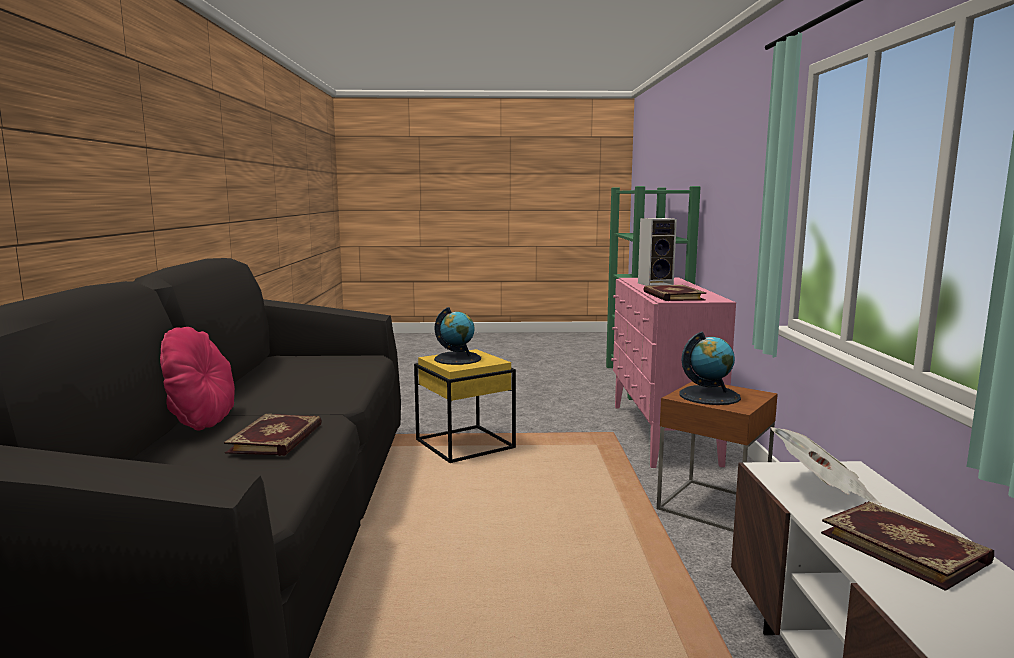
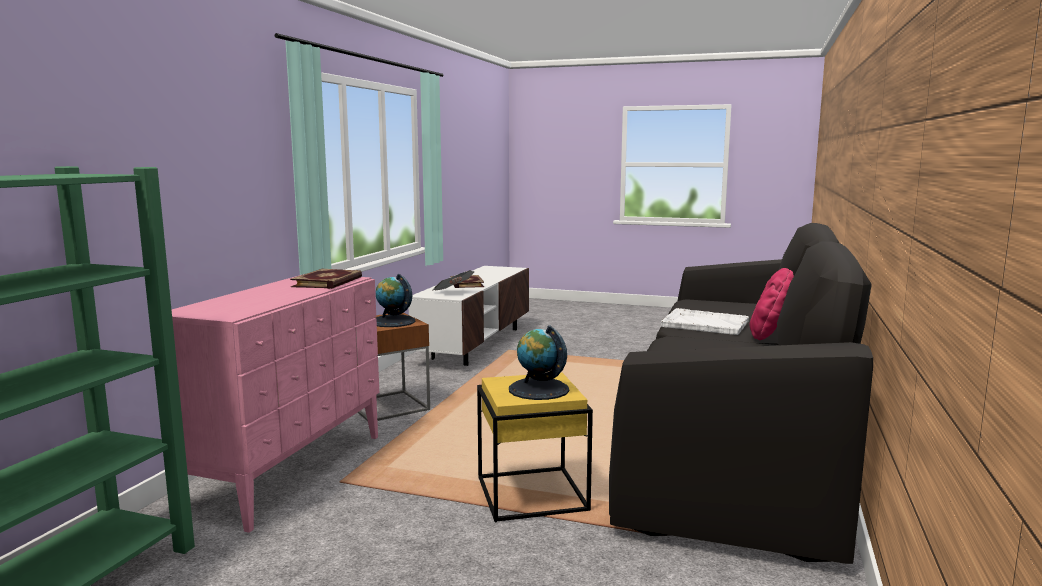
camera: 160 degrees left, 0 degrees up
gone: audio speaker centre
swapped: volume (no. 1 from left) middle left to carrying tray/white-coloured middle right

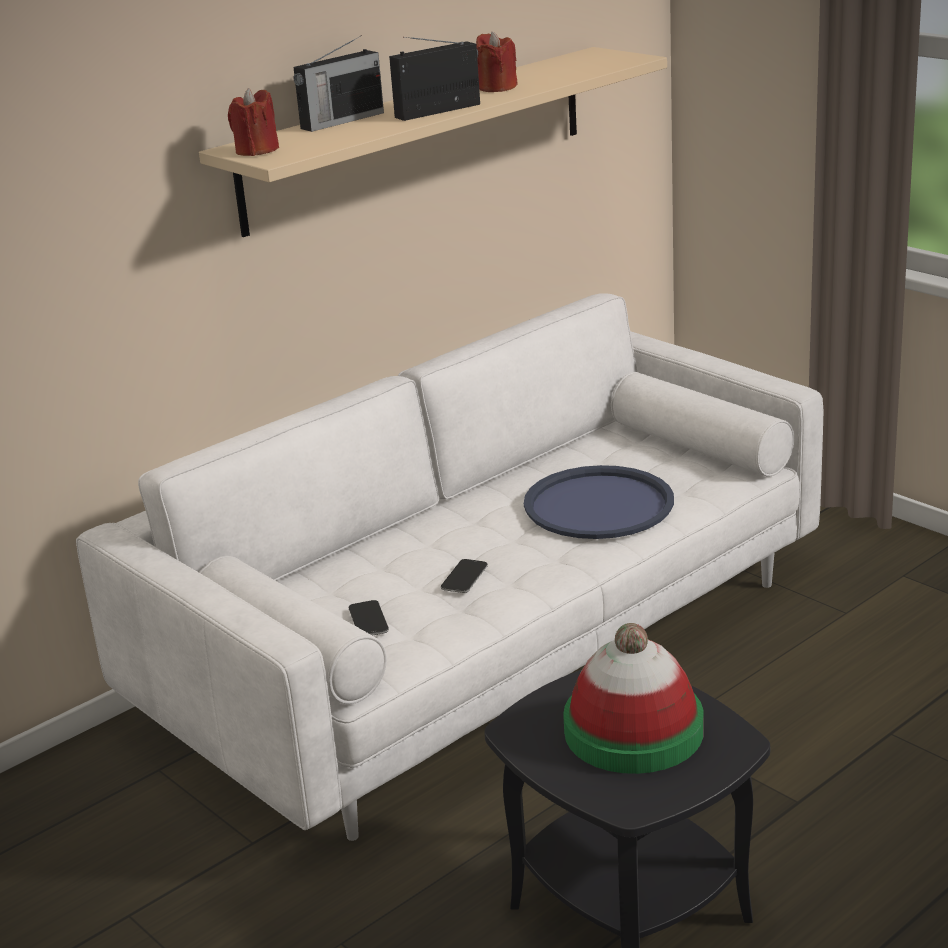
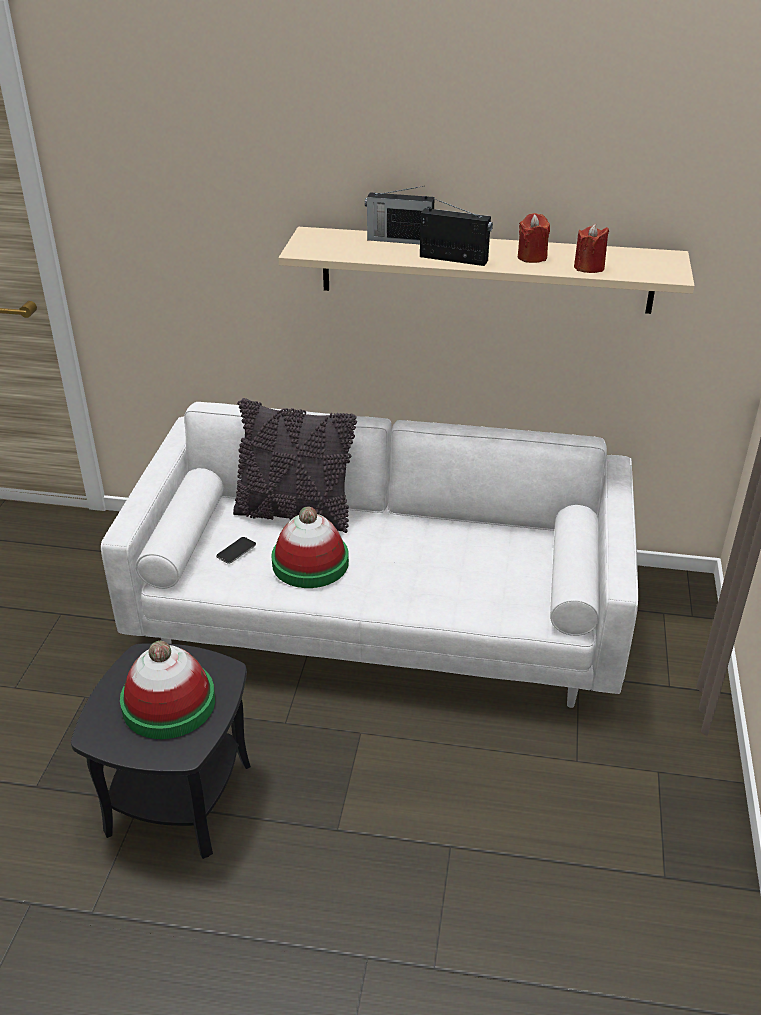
camera: 50 degrees right, 10 degrees up
gone: carrying tray/blue-coloured centre
new: pillow/black-coloured centre
shifted: wax light/reddish (no. 1 from left in the first image) top left to wax light/reddish (no. 2 from left) top right
swapped: phone (no. 2 from left) centre to clothing hat (no. 2 from left) centre

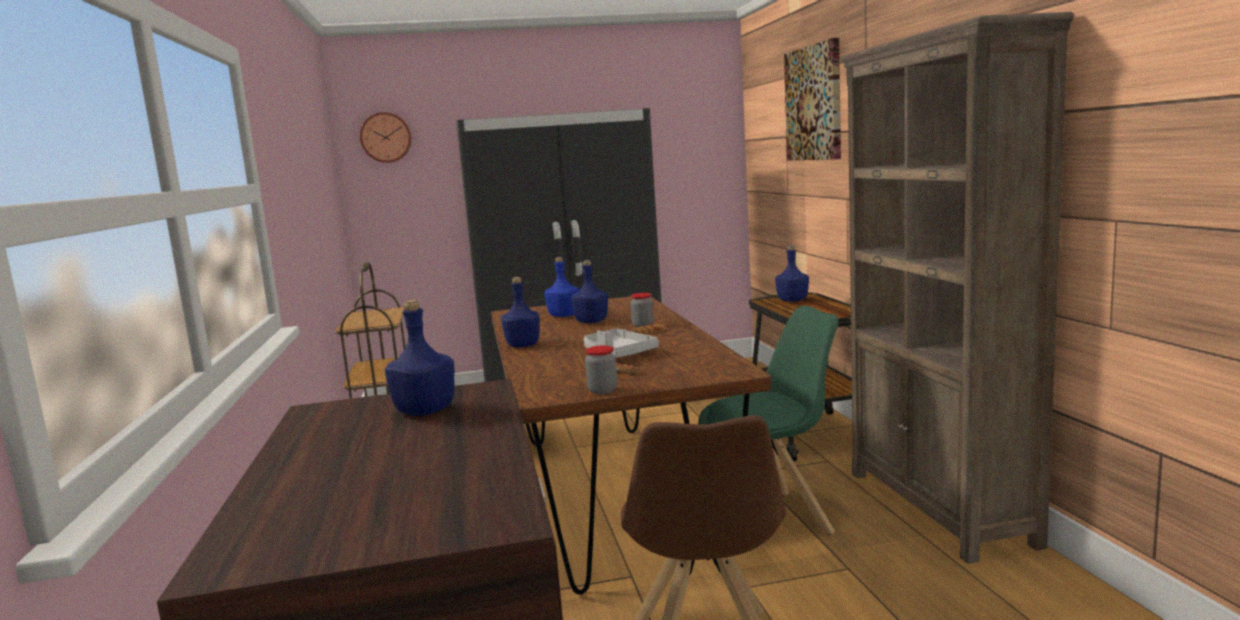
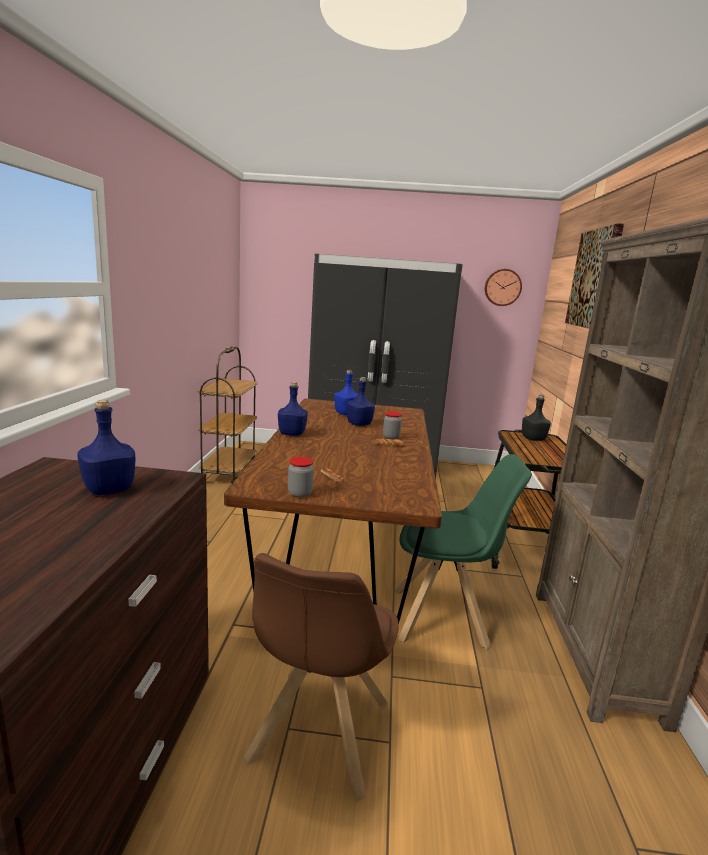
camera: 15 degrees right, 5 degrees up
gone: carrying tray/gray centre
shifted: hanging clock top left to middle right
repainted: beverage bottle/blue-coloured (no. 5 from left) centre to beverage bottle/black-coloured middle right

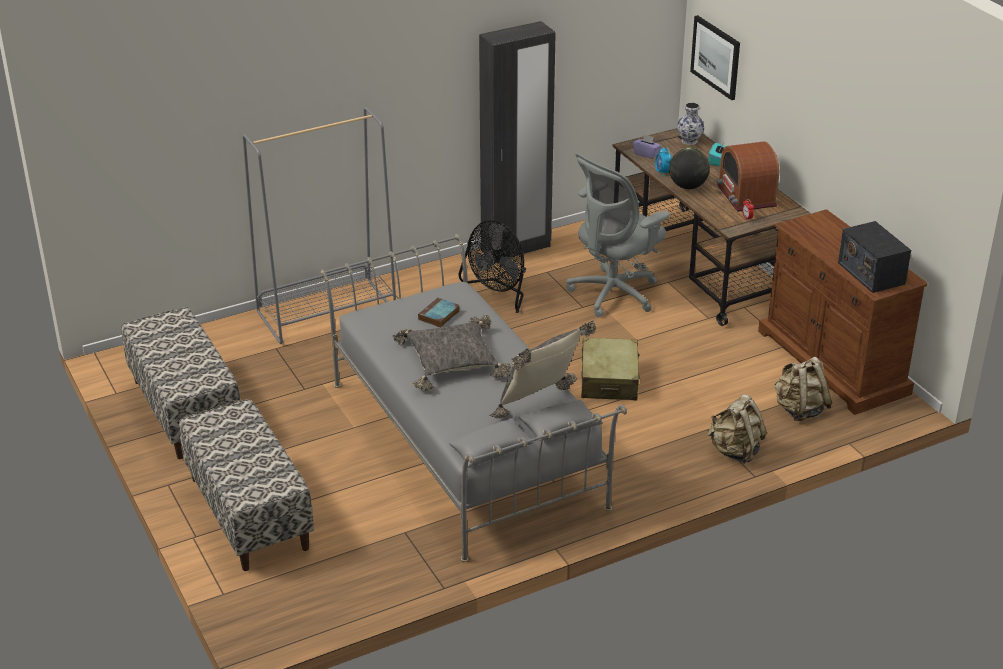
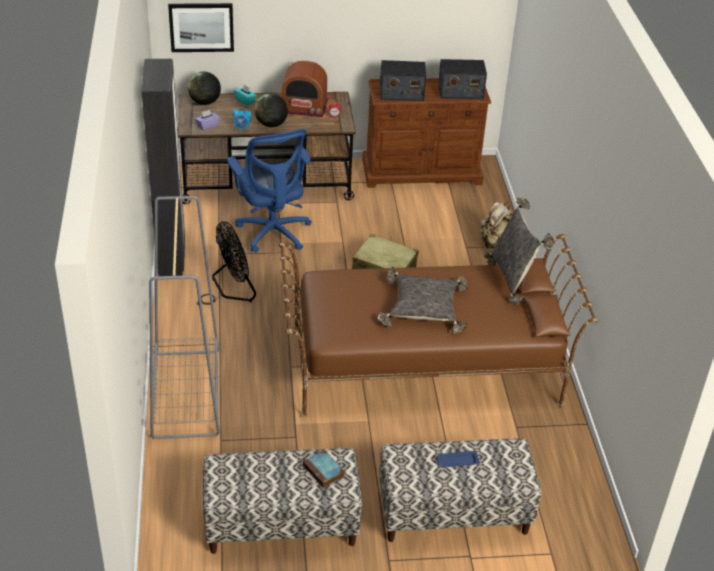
camera: 70 degrees left, 5 degrees up
gone: knapsack/beige-coloured (no. 2 from left) middle right
new: radio receiver (no. 2 from left) top centre; carrying tray/blue-coloured bottom centre
shifted: volume centre to bottom centre
swapped: flower vase top right to world globe (no. 1 from left) top left
repainted: bed/gray centre to bed/brown centre; desk chair/gray centre to desk chair/blue-coloured top centre
rotated: cooling fan/black-coloured centre = middle left 90 degrees counterclockwise

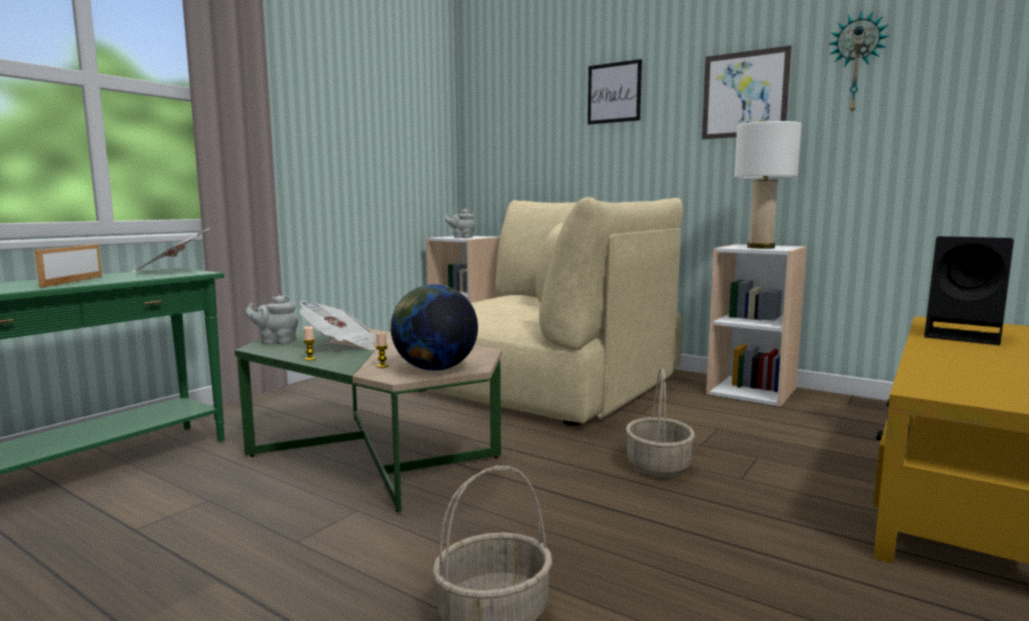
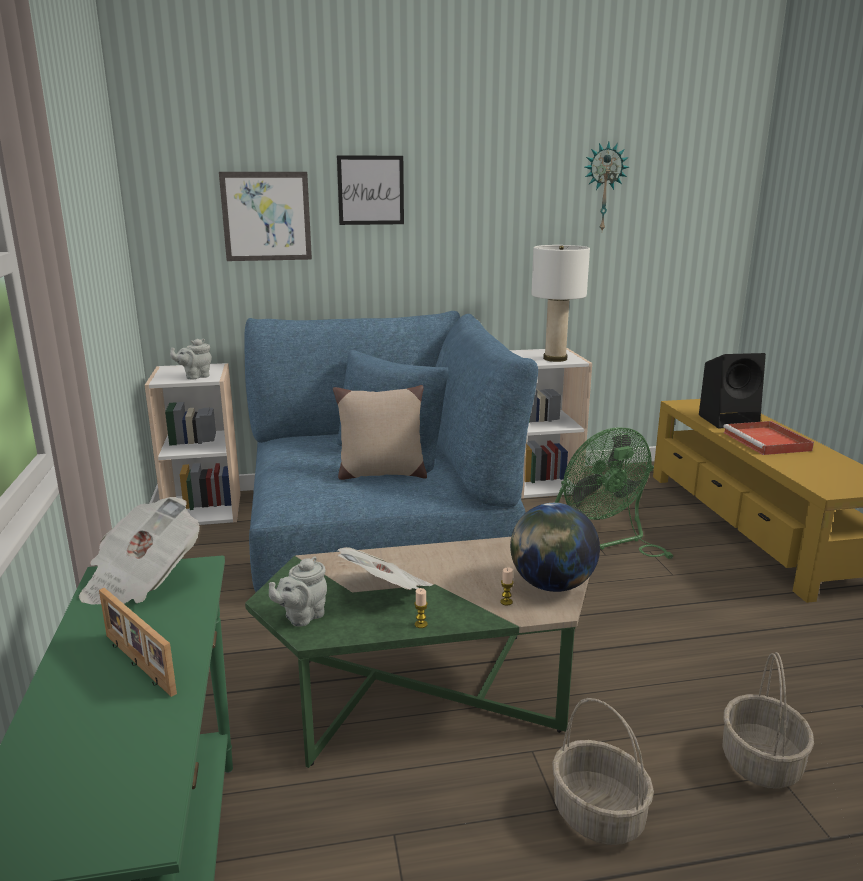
camera: 45 degrees left, 10 degrees up
new: pillow/beige-coloured centre; cooling fan/green-coloured middle right; carrying tray/reddish middle right
shifted: basket (no. 2 from left in the first image) bottom centre to basket (no. 1 from left) bottom right; wall art (no. 2 from left in the first image) top right to wall art (no. 1 from left) top left
repainted: settee/beige-coloured centre to settee/blue-coloured centre

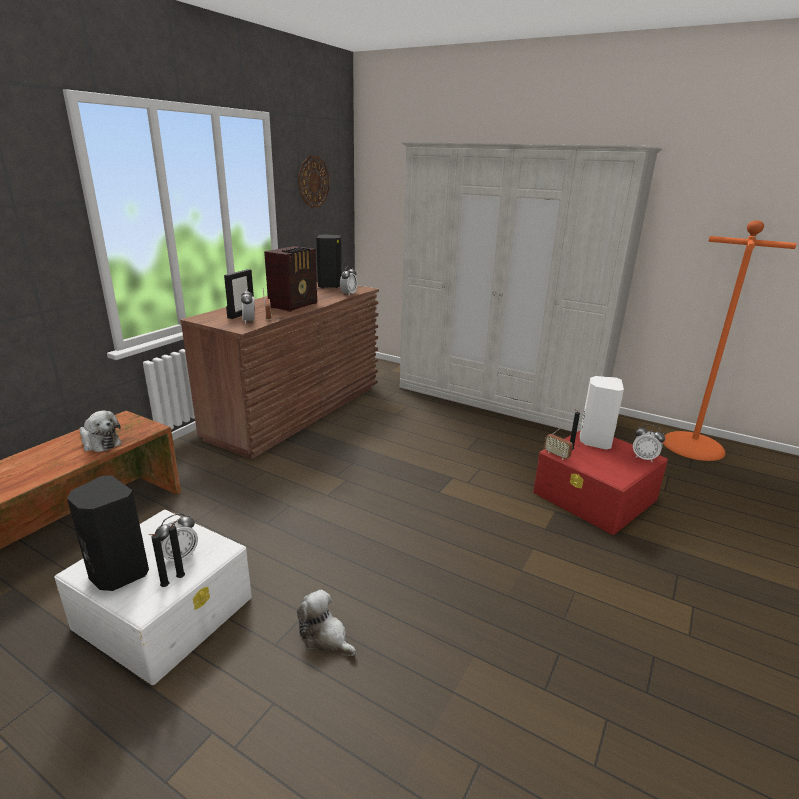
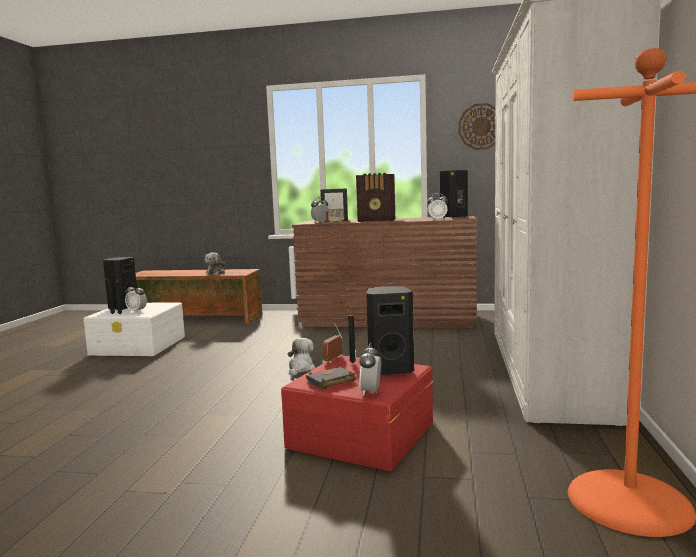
camera: 70 degrees right, 15 degrees down
new: volume/black-coloured bottom centre
shifted: plush toy (no. 2 from left) bottom centre to centre
repainted: audio speaker/white-coloured middle right to audio speaker/black-coloured (no. 2 from left) centre

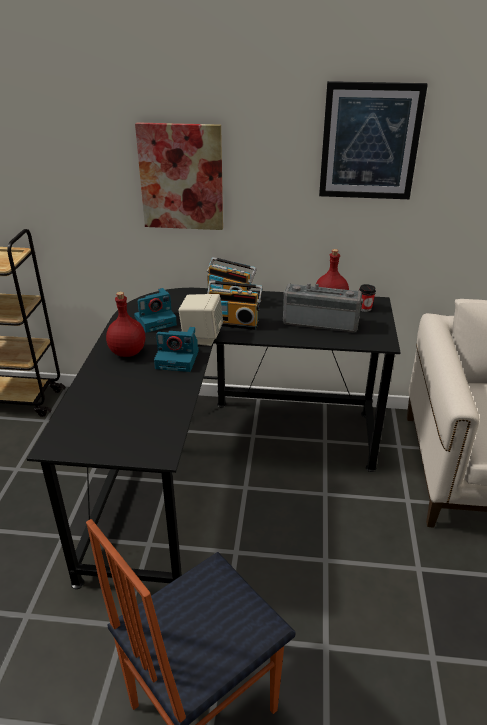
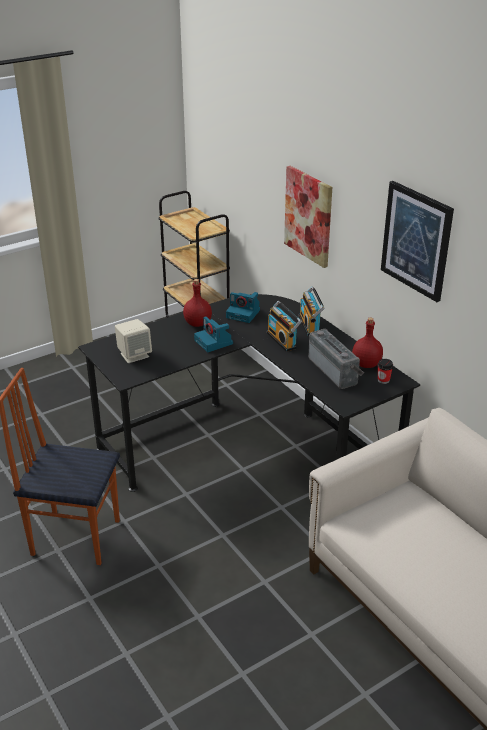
camera: 50 degrees right, 0 degrees up
shifted: audio speaker/beige-coloured centre to middle left

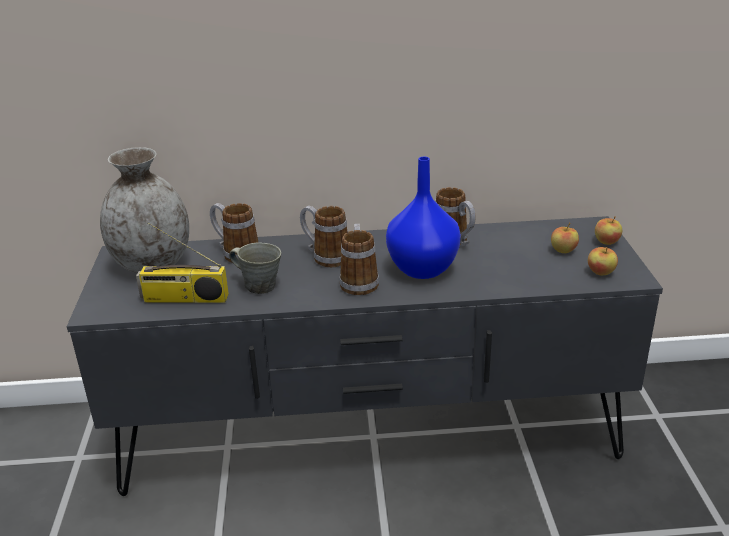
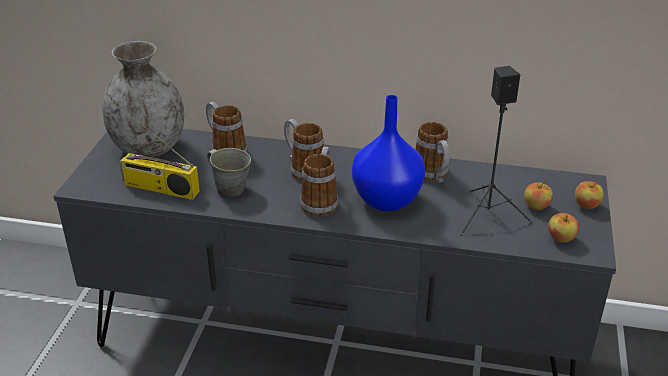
camera: 15 degrees right, 5 degrees up
new: audio speaker/black-coloured middle right

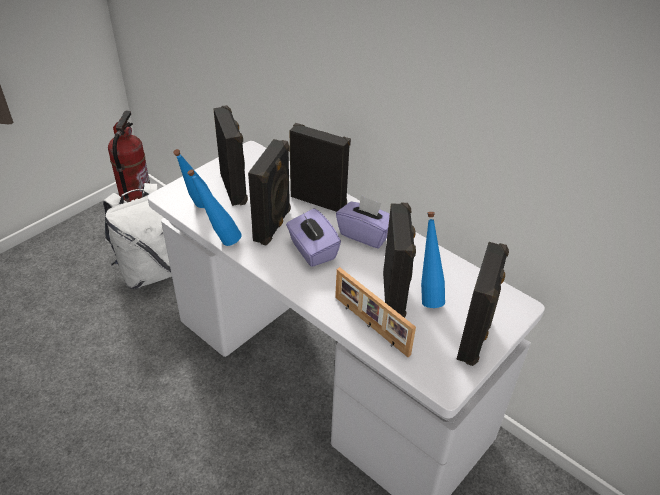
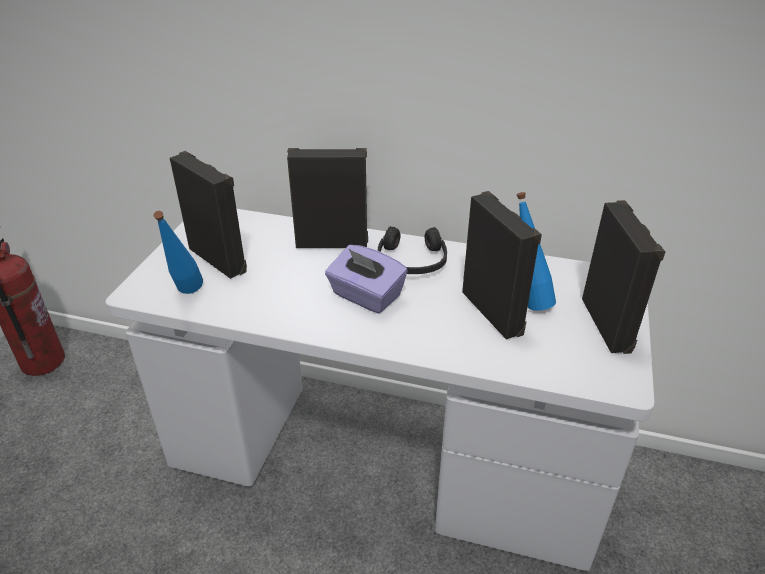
camera: 25 degrees left, 5 degrees down
gone: knapsack/white-coloured middle left; beverage bottle/blue-coloured (no. 2 from left) middle left; audio speaker/black-coloured (no. 2 from left) centre; picture frame centre
swapped: tissue holder/purple (no. 2 from left) centre to headset/black-coloured centre

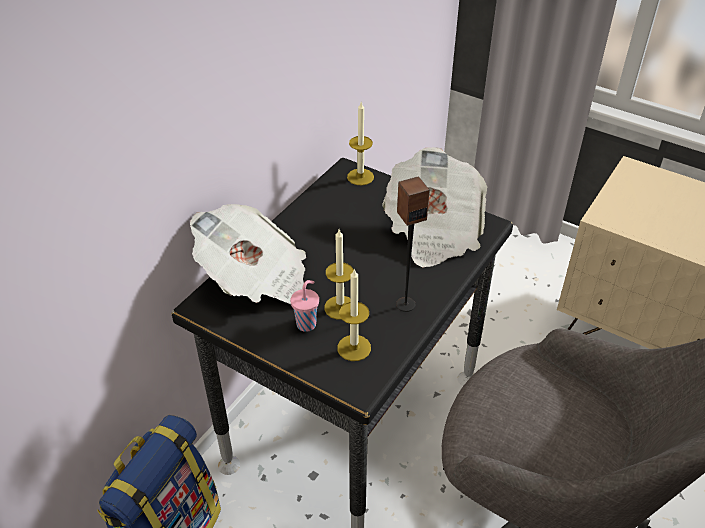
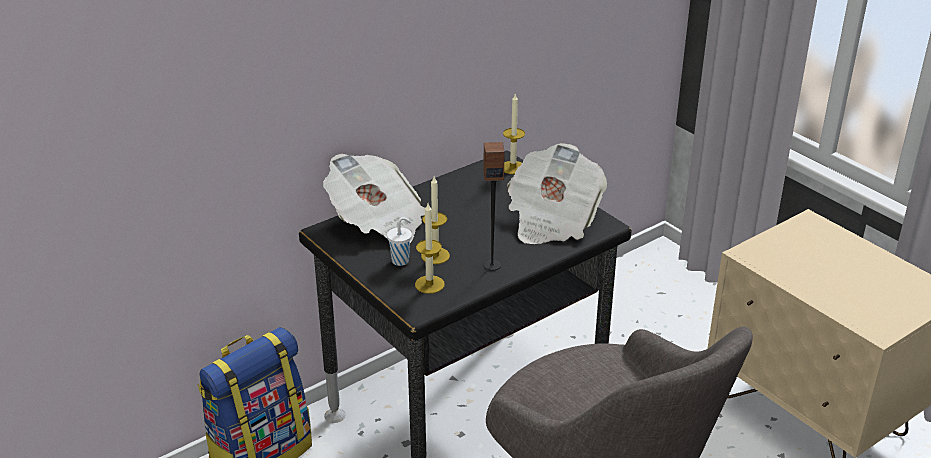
camera: 20 degrees right, 10 degrees down
repainted: small cup/pinkish centre to small cup/white-coloured centre

